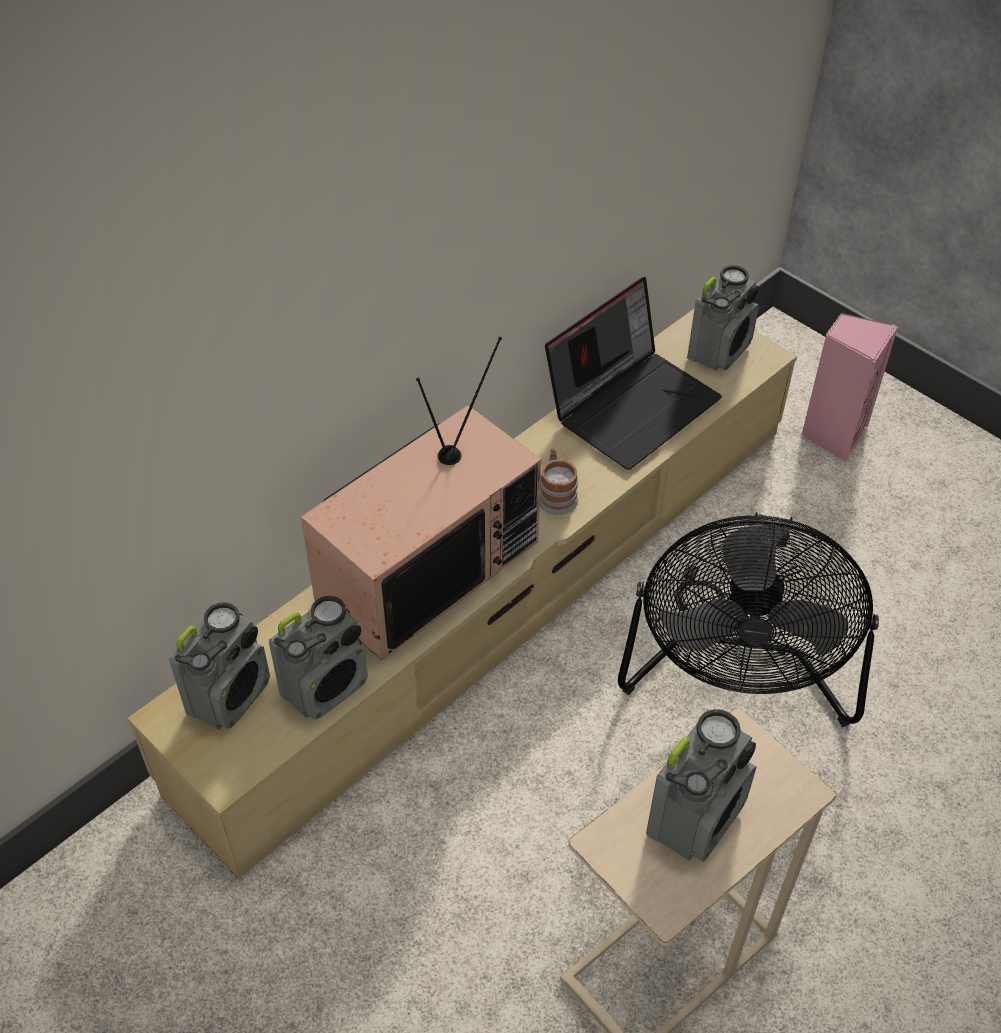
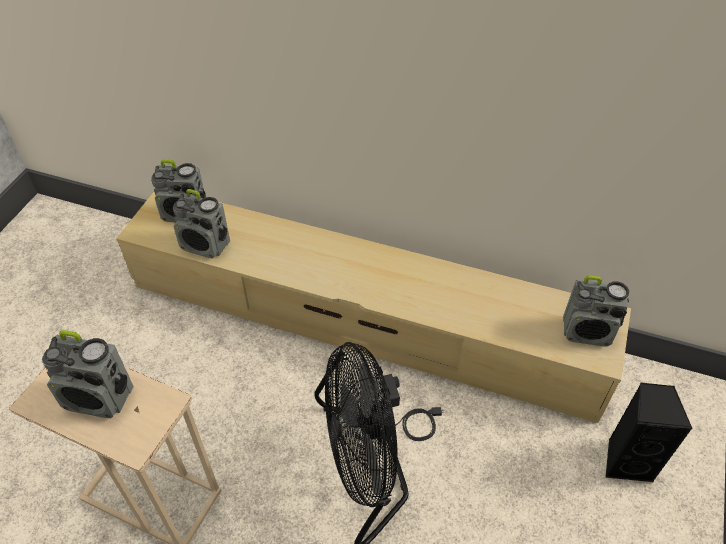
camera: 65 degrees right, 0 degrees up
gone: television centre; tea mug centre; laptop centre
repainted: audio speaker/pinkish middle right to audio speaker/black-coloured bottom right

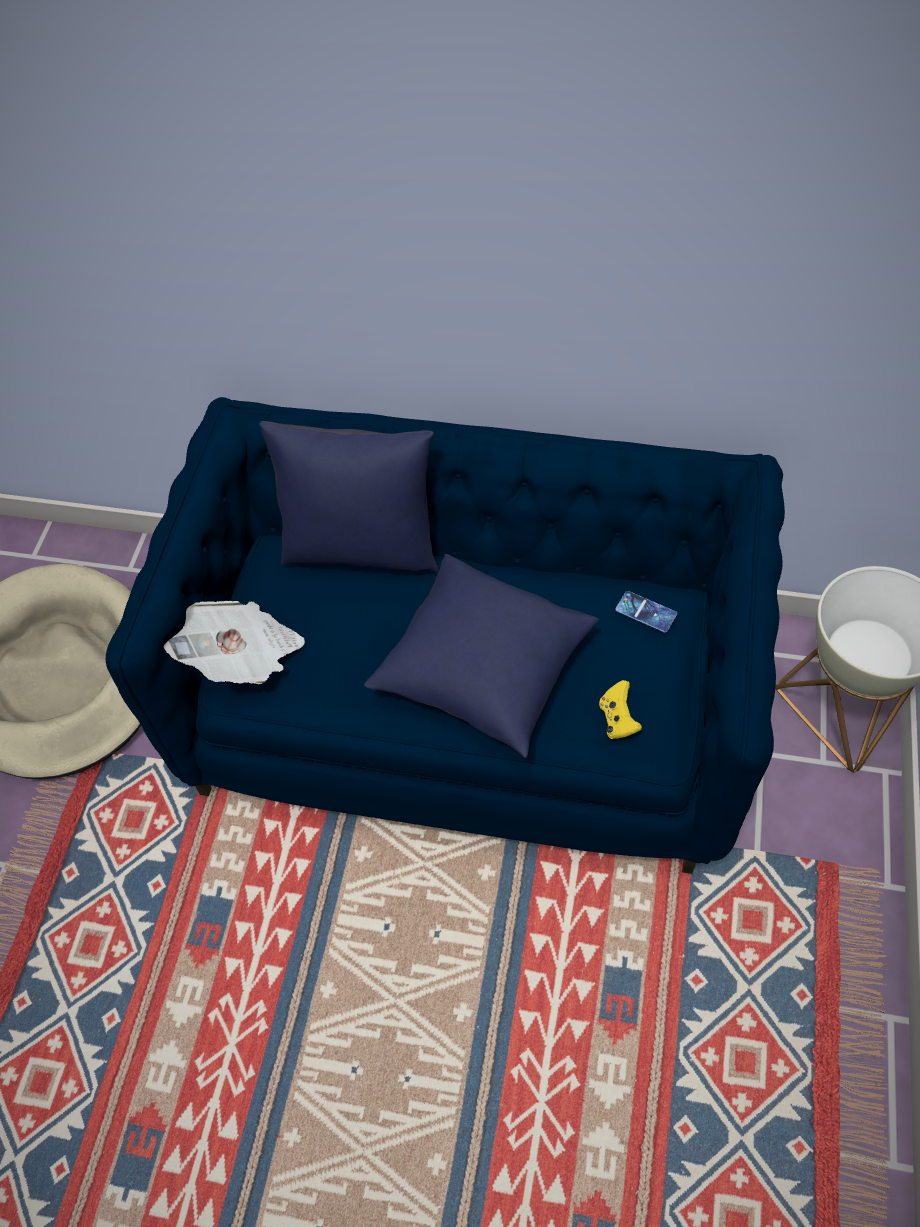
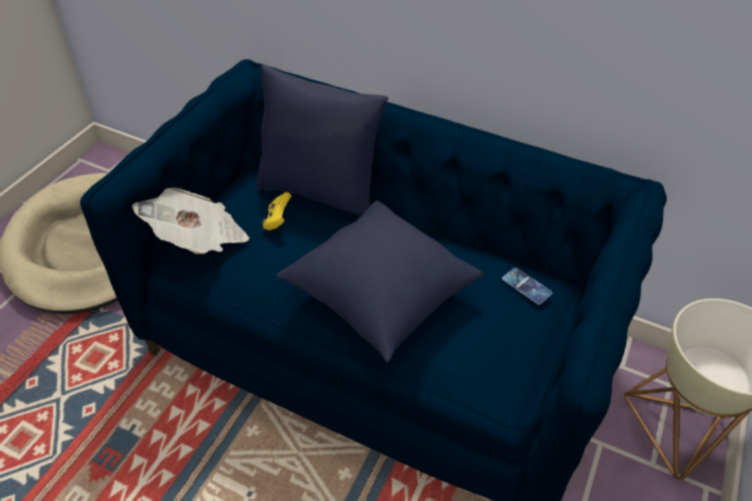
camera: 10 degrees right, 10 degrees down
shifted: joypad/yellow middle right to centre

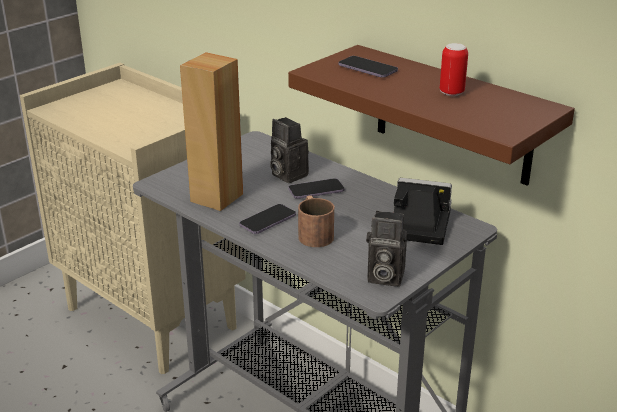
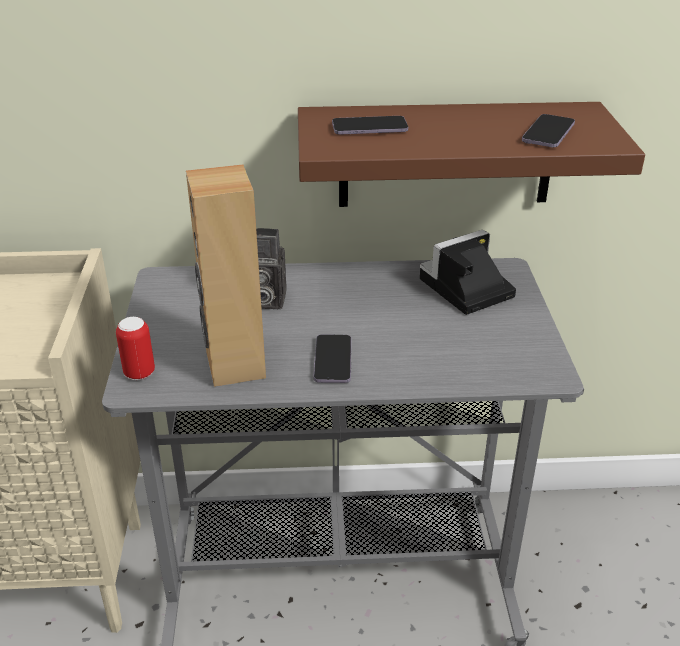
camera: 45 degrees left, 5 degrees up
gone: tea mug/brown centre; still camera (no. 2 from left) centre
shifted: phone (no. 2 from left in the first image) centre to phone (no. 3 from left) top right; sealed can top right to middle left

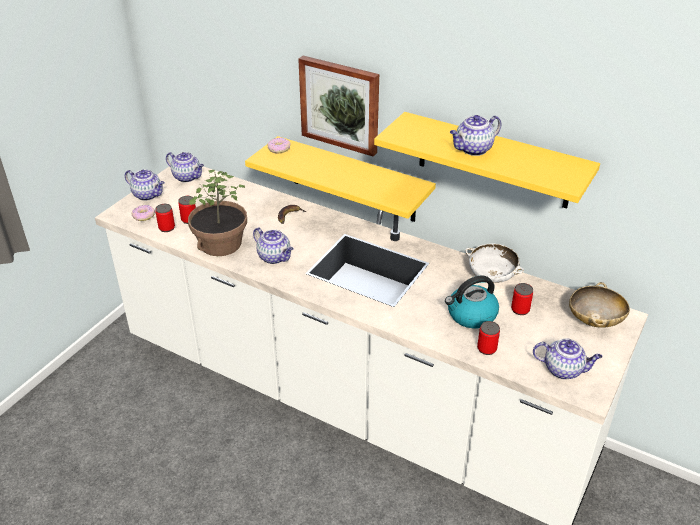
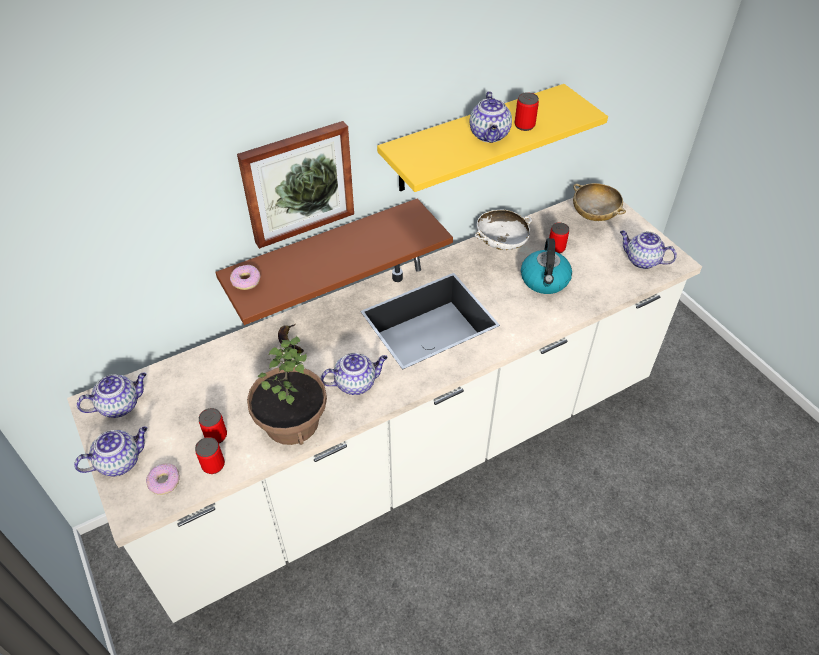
camera: 60 degrees left, 10 degrees up
shifted: sealed can (no. 3 from left) middle right to top centre
repainted: wall shelf/yellow (no. 1 from left) centre to wall shelf/brown centre
rotated: pot for tea (no. 5 from left) bottom right = middle right 105 degrees counterclockwise

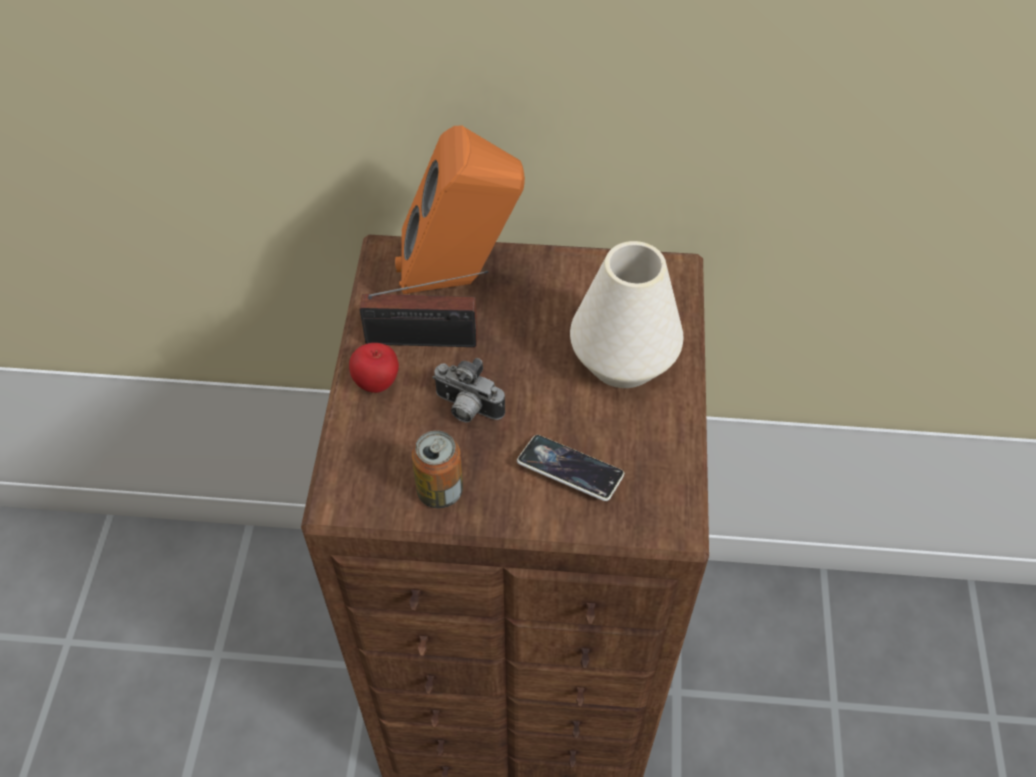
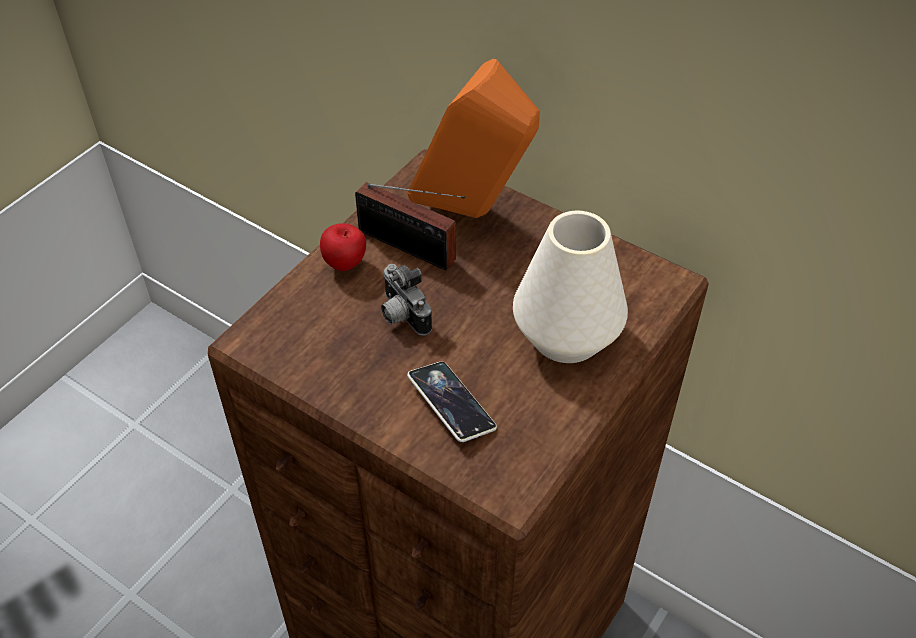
camera: 30 degrees right, 5 degrees down
gone: sealed can centre

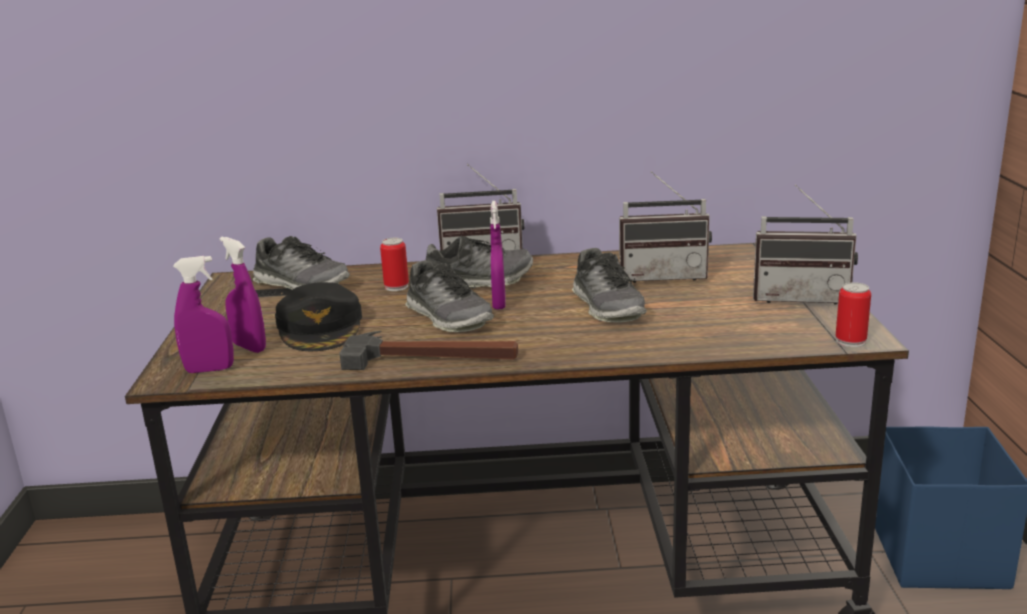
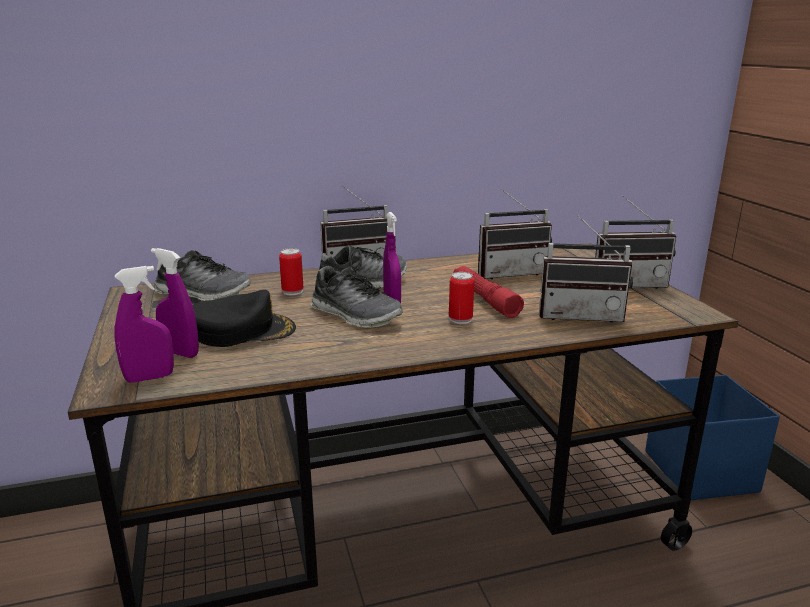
camera: 15 degrees left, 0 degrees up
gone: hand hammer centre
new: radio receiver (no. 3 from left) middle right
shifted: sealed can (no. 2 from left) middle right to centre
swapped: low shoe (no. 4 from left) centre to flashlight/reddish centre
rotated: baseball cap/black-coloured middle left = middle left 75 degrees counterclockwise

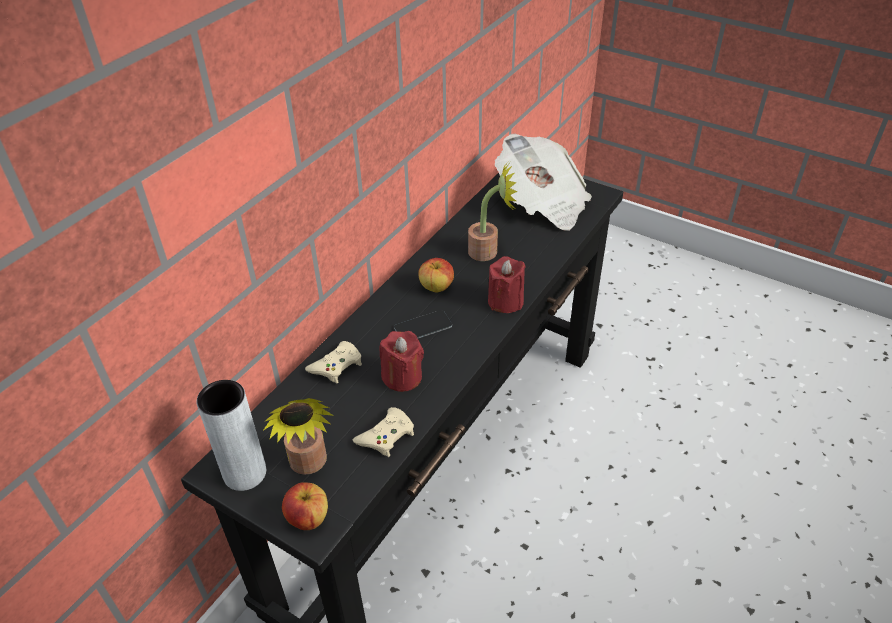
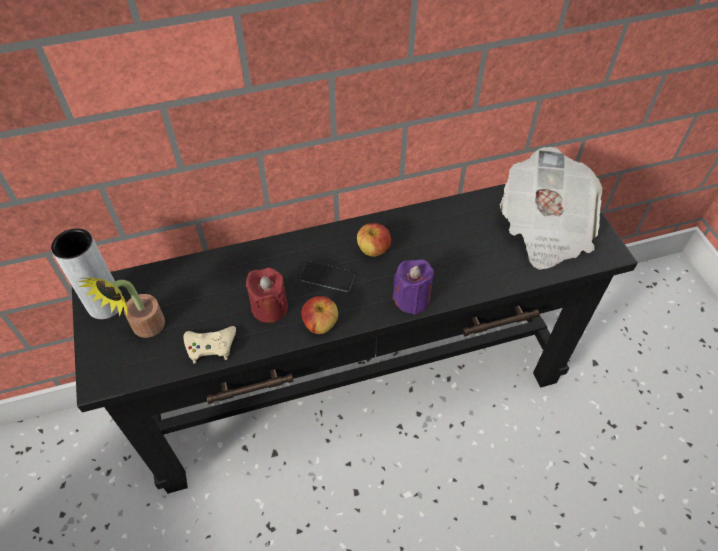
camera: 40 degrees right, 10 degrees up
gone: joypad/beige-coloured (no. 1 from left) centre; houseplant (no. 2 from left) centre
shifted: apple (no. 1 from left) bottom centre to centre
repainted: wax light/reddish (no. 2 from left) centre to wax light/purple centre

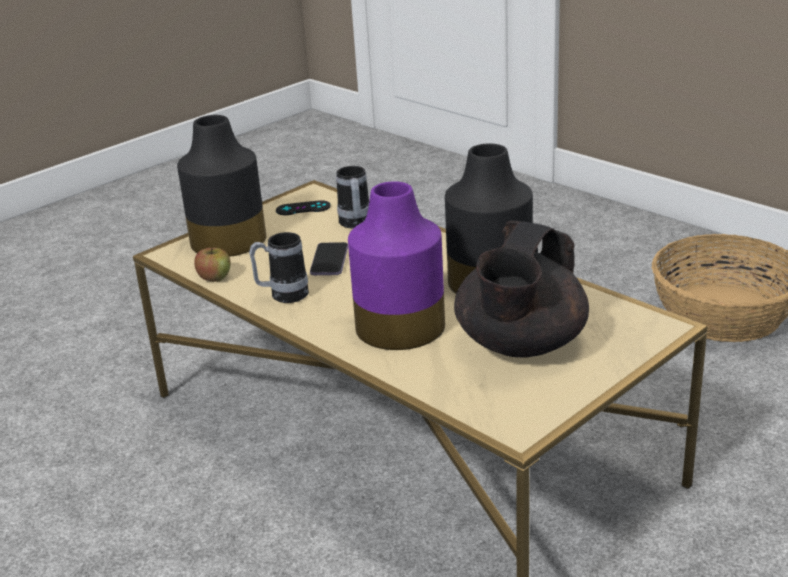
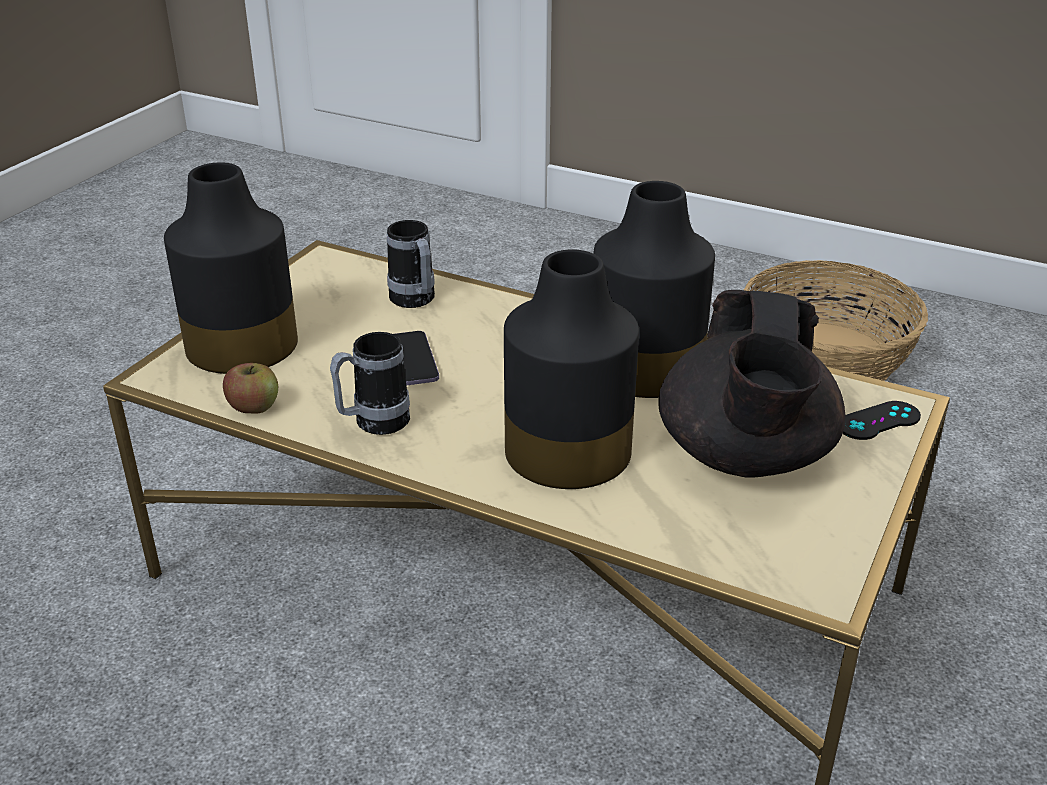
camera: 20 degrees left, 5 degrees up
shifted: joypad/black-coloured centre to middle right
repainted: flower vase/purple centre to flower vase/black-coloured (no. 2 from left) centre

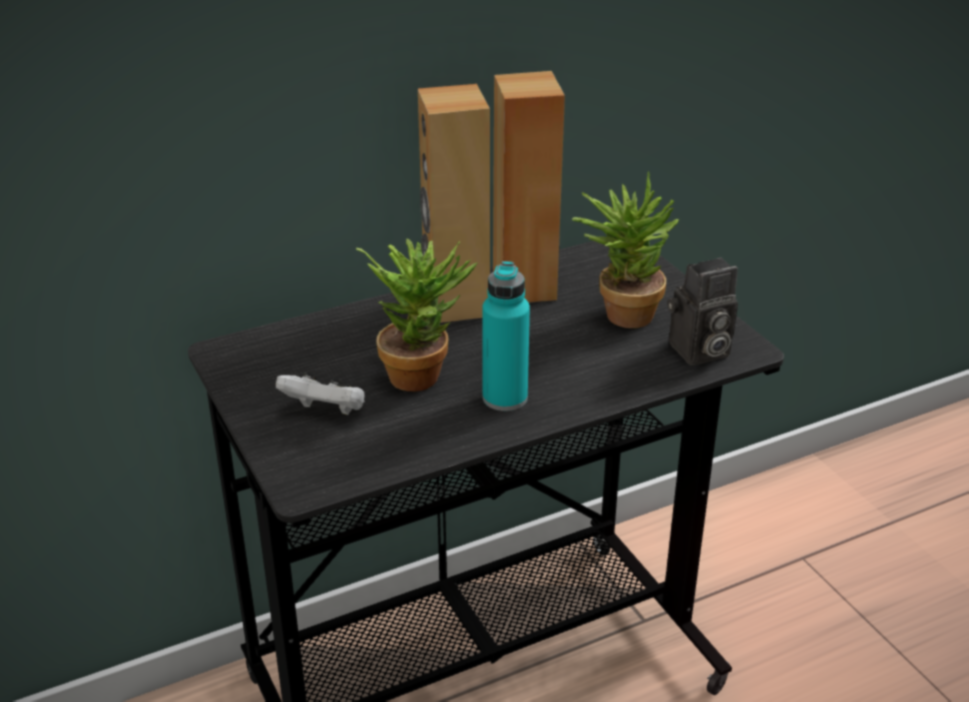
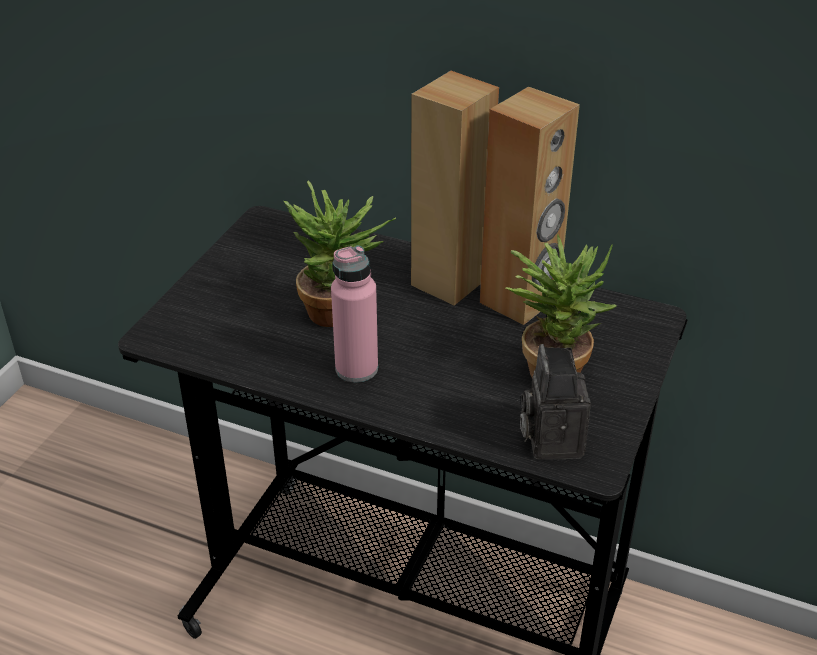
camera: 50 degrees right, 5 degrees up
gone: joypad/white-coloured middle left
repainted: beverage bottle/turquoise centre to beverage bottle/pinkish centre
rotated: still camera middle right = middle right 60 degrees clockwise

